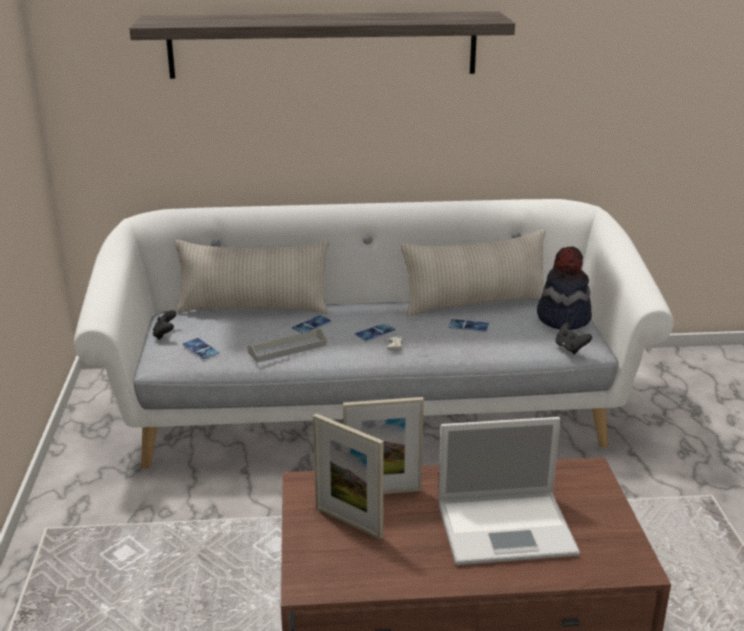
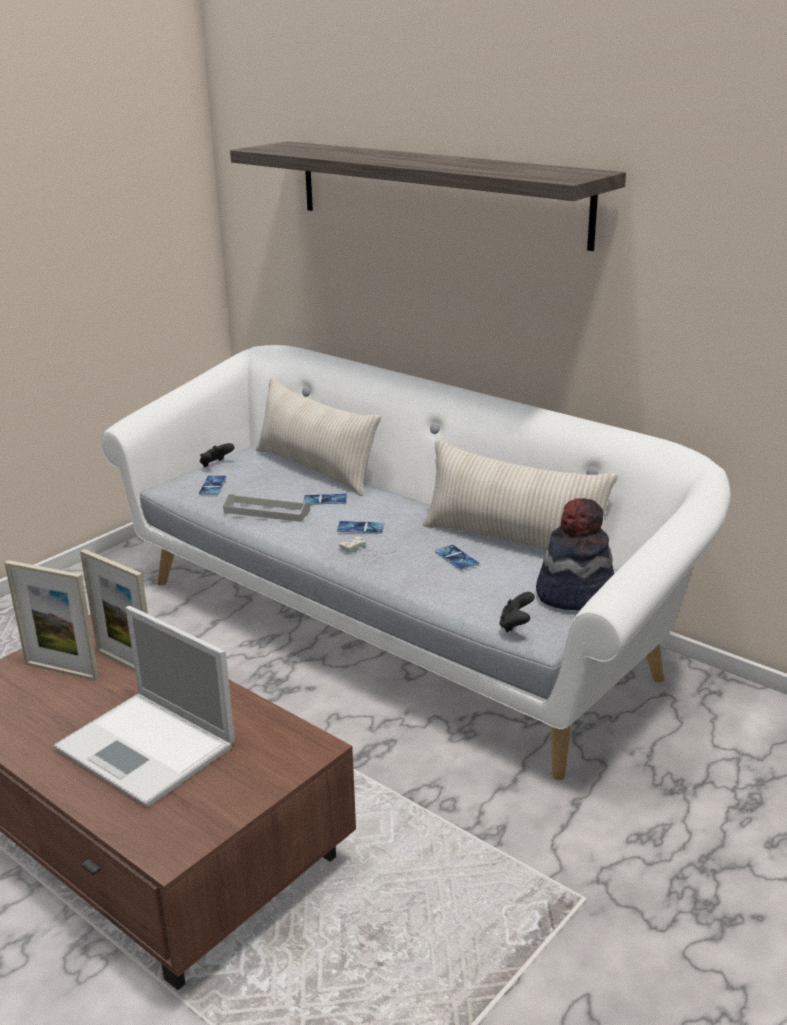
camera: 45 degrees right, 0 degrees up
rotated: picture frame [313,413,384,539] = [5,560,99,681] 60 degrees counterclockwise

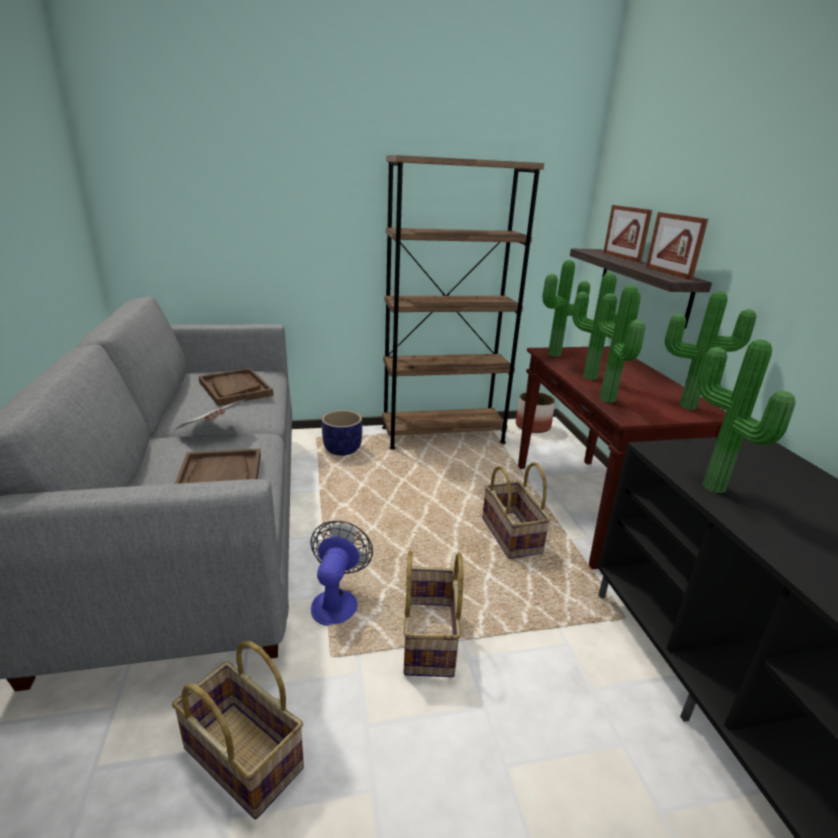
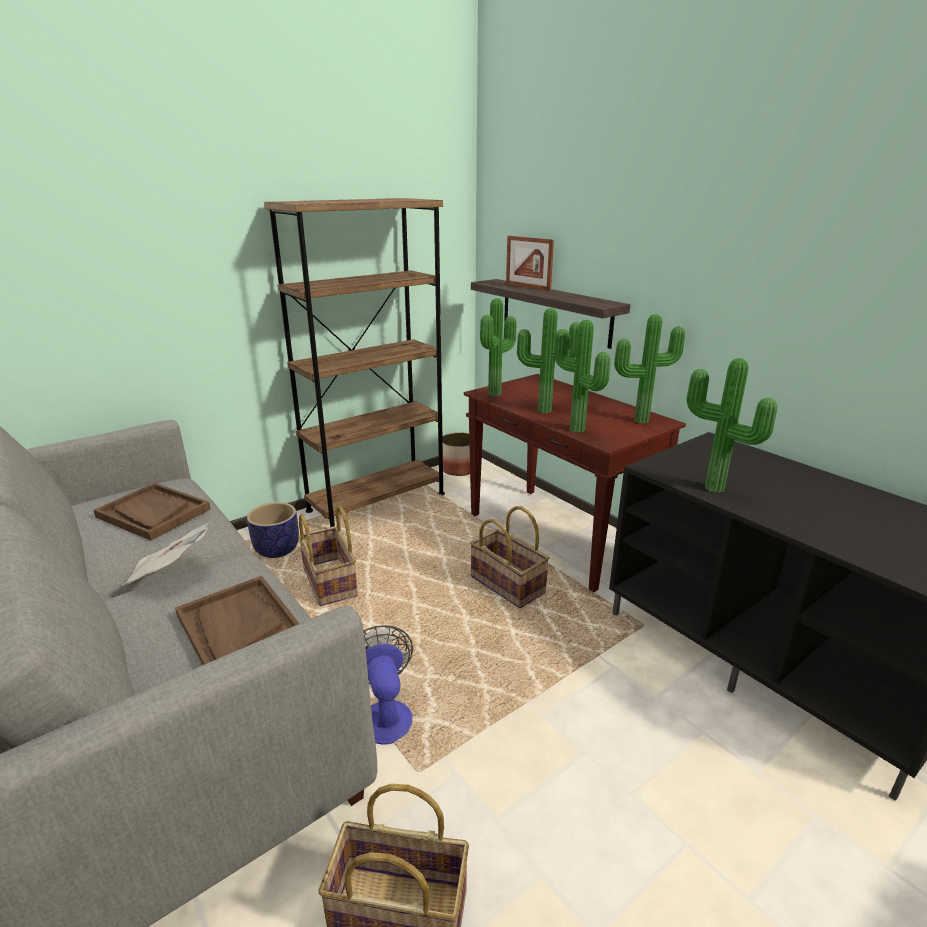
camera: 25 degrees left, 0 degrees up
gone: picture frame [646,212,708,280]
shifted: basket [404,550,463,677] to [298,506,358,606]

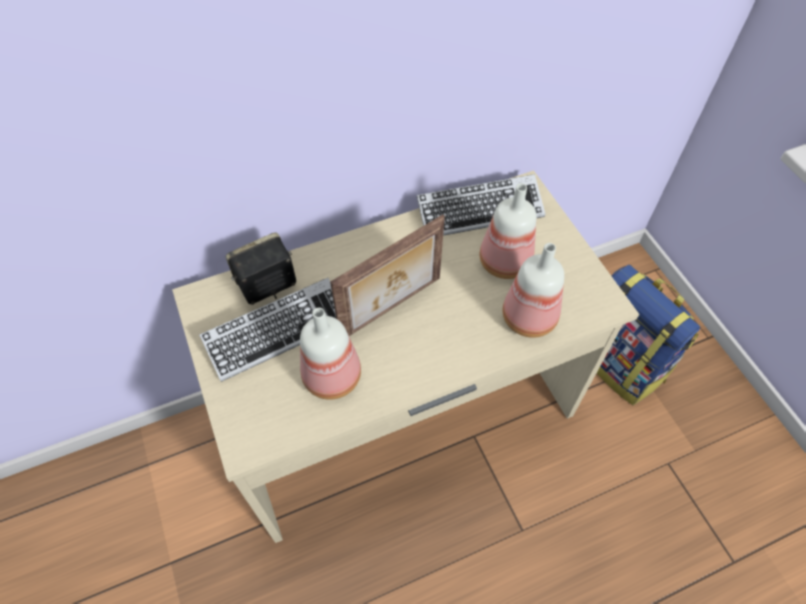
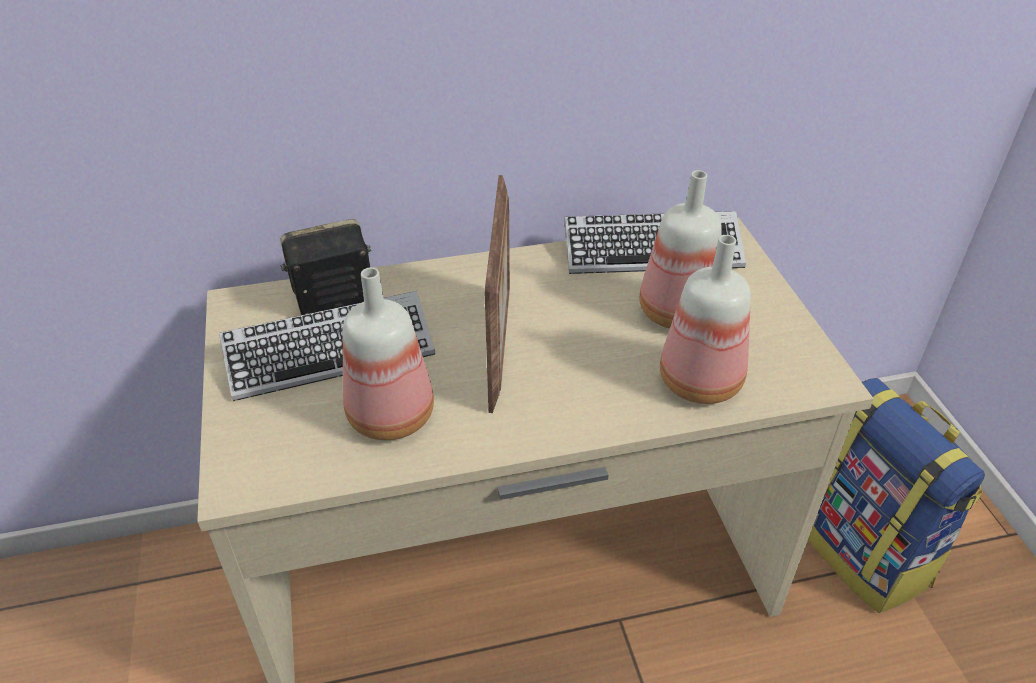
camera: 10 degrees right, 15 degrees down
rotated: picture frame [330,214,445,336] = [484,175,510,413] 60 degrees counterclockwise

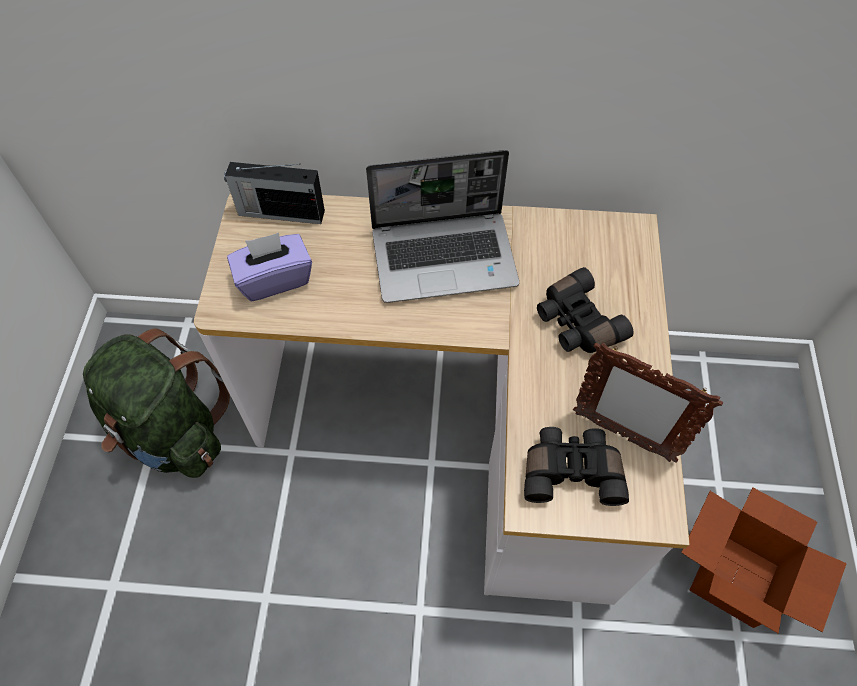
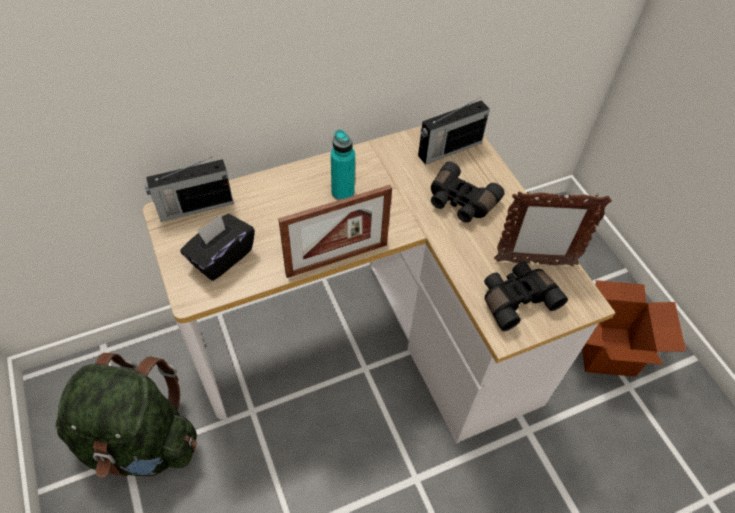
camera: 30 degrees left, 5 degrees down
new: picture frame [278,185,392,278]; radio [418,97,490,165]
swapped: laptop [366,150,519,303] to turquoise bottle [331,129,355,200]
repainted: purple tissue box [227,233,312,301] to black tissue box [180,214,255,281]

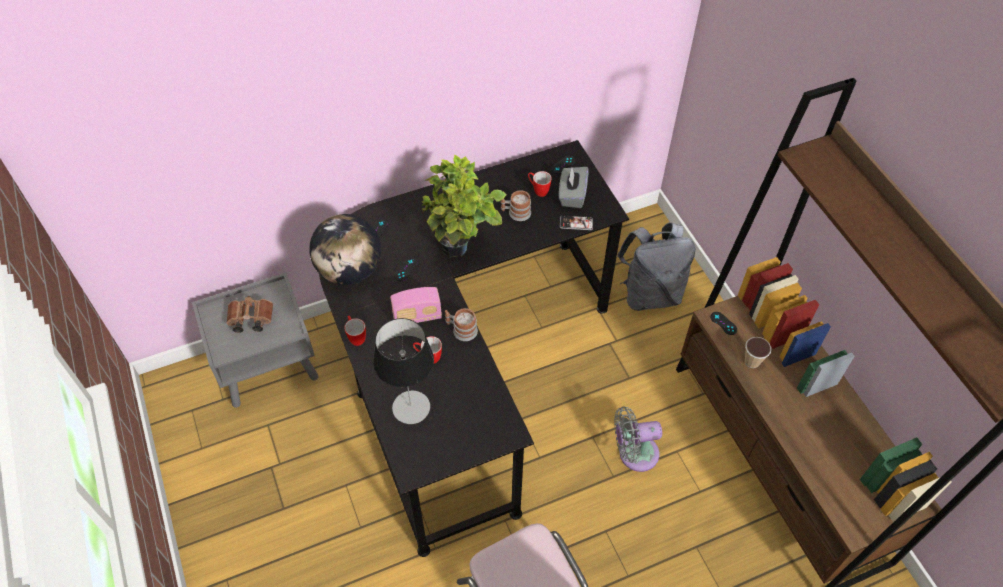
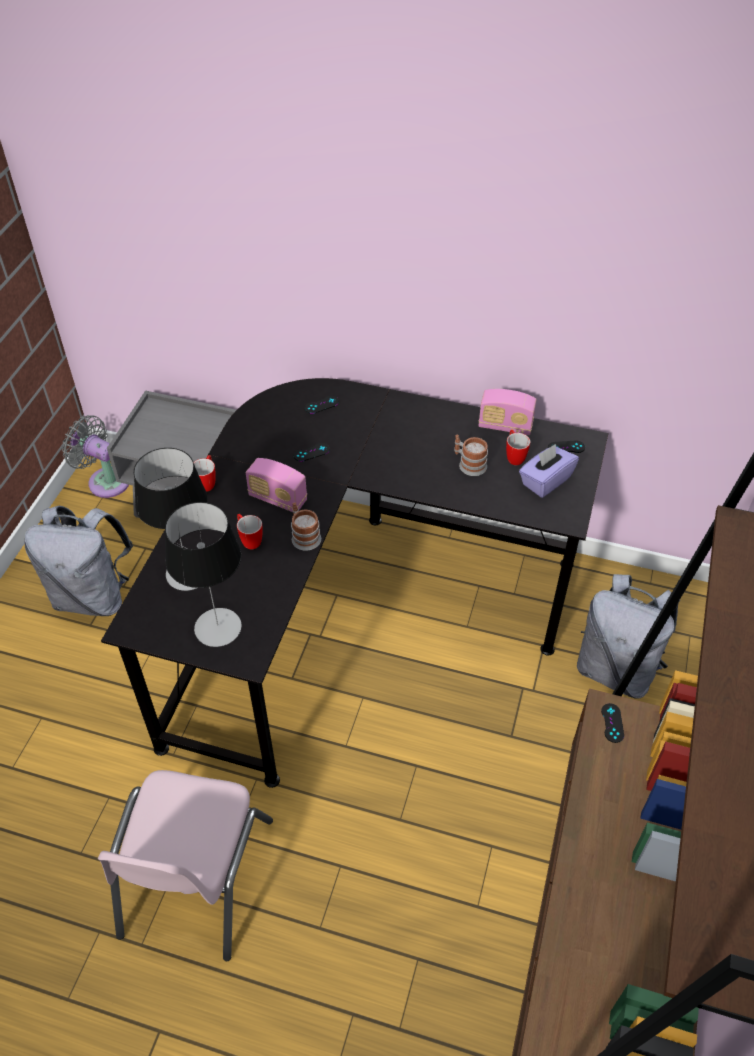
camera: 40 degrees right, 5 degrees down
gone: brown binoculars [227,296,273,333]; globe [309,214,381,285]; potted plant [422,154,507,257]; phone [560,216,593,230]; cup [745,337,771,368]
new: grey backpack [25,506,133,616]; table lamp [165,502,241,647]; radio [479,389,536,435]
shifted: grey fan [614,406,662,472] to [62,415,129,498]
repainted: grey tissue box [559,167,589,208] to purple tissue box [519,444,579,498]

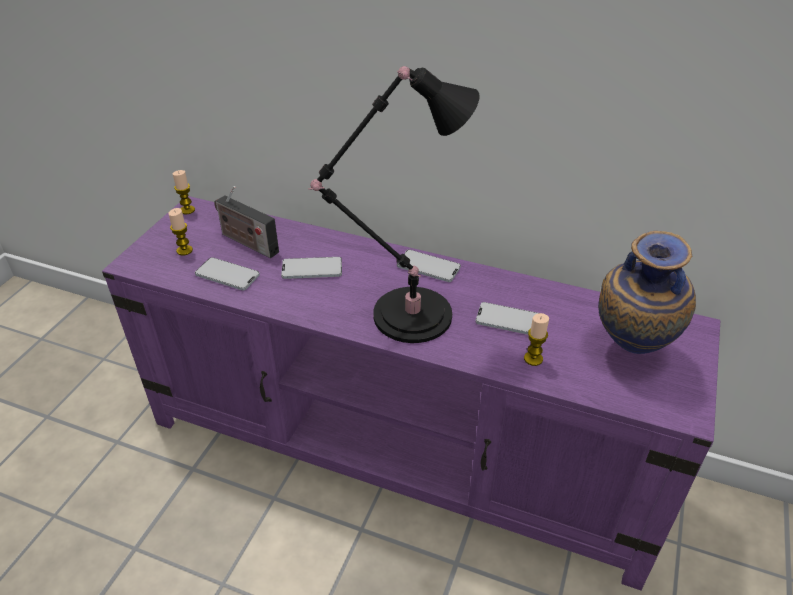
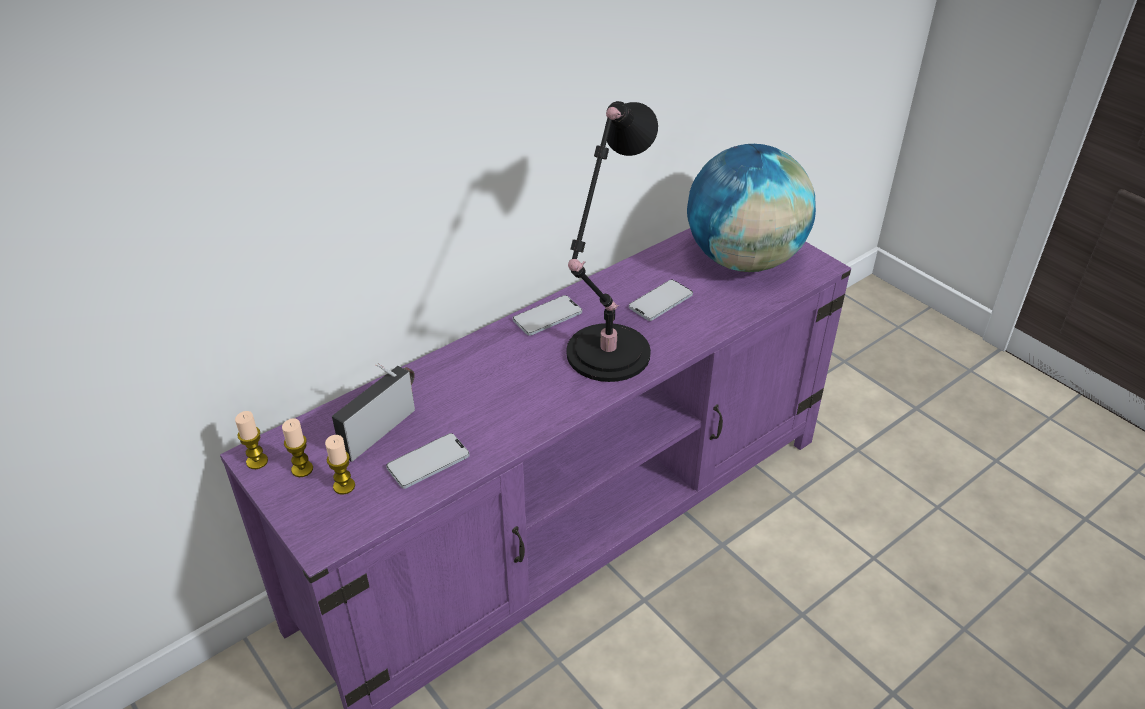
camera: 60 degrees left, 0 degrees up
gone: phone [281,257,342,279]
shifted: candle [524,313,549,366] to [282,418,313,477]
swapped: vase [598,231,696,354] to globe [687,144,816,272]
rotated: radio [214,186,279,258] = [332,363,415,462] 150 degrees clockwise

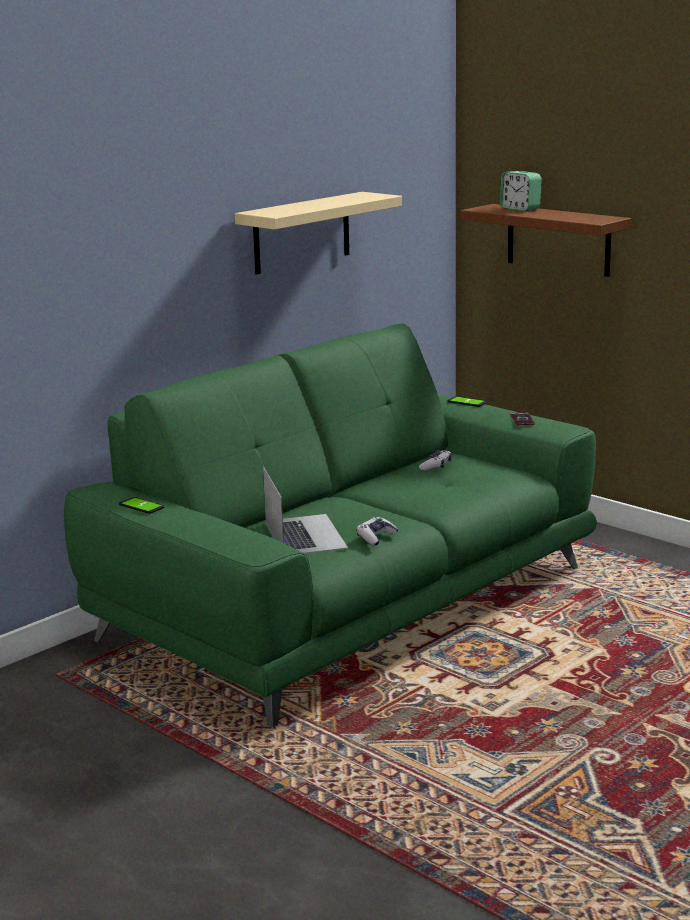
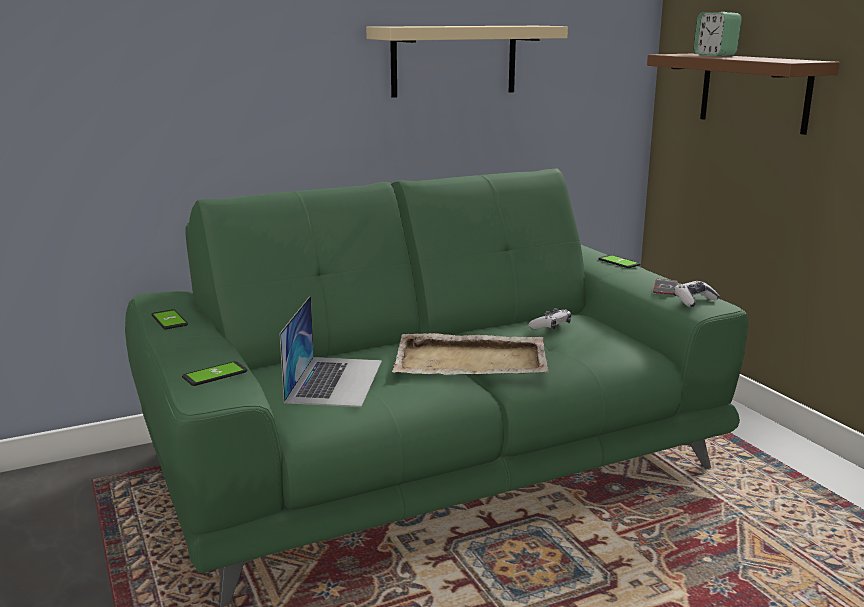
camera: 20 degrees right, 0 degrees up
new: phone [182,361,247,386]; beige tray [392,333,548,375]
shifted: game controller [357,517,398,545] to [674,281,720,307]

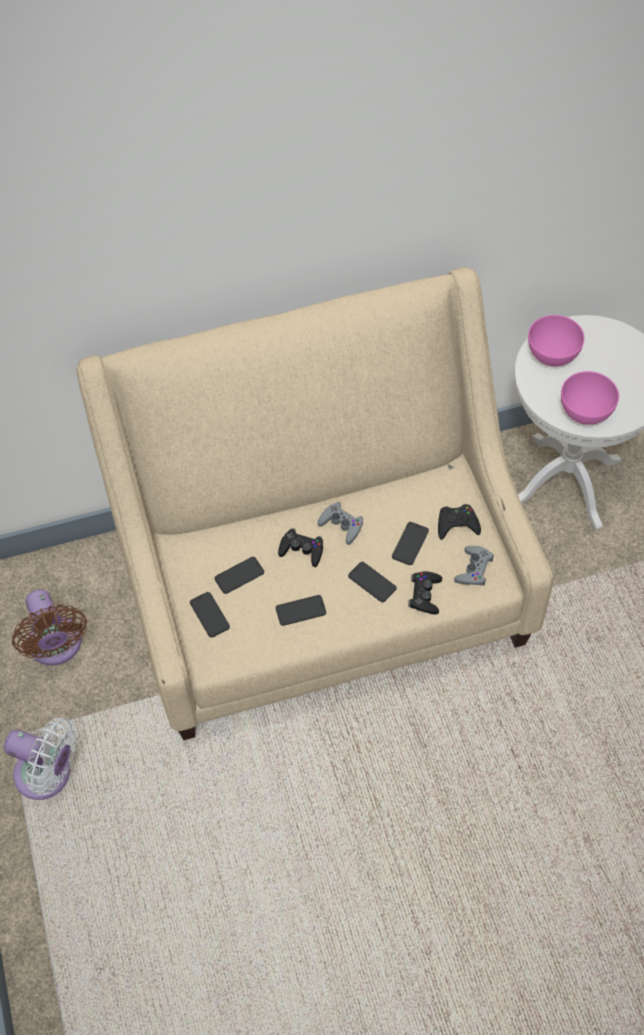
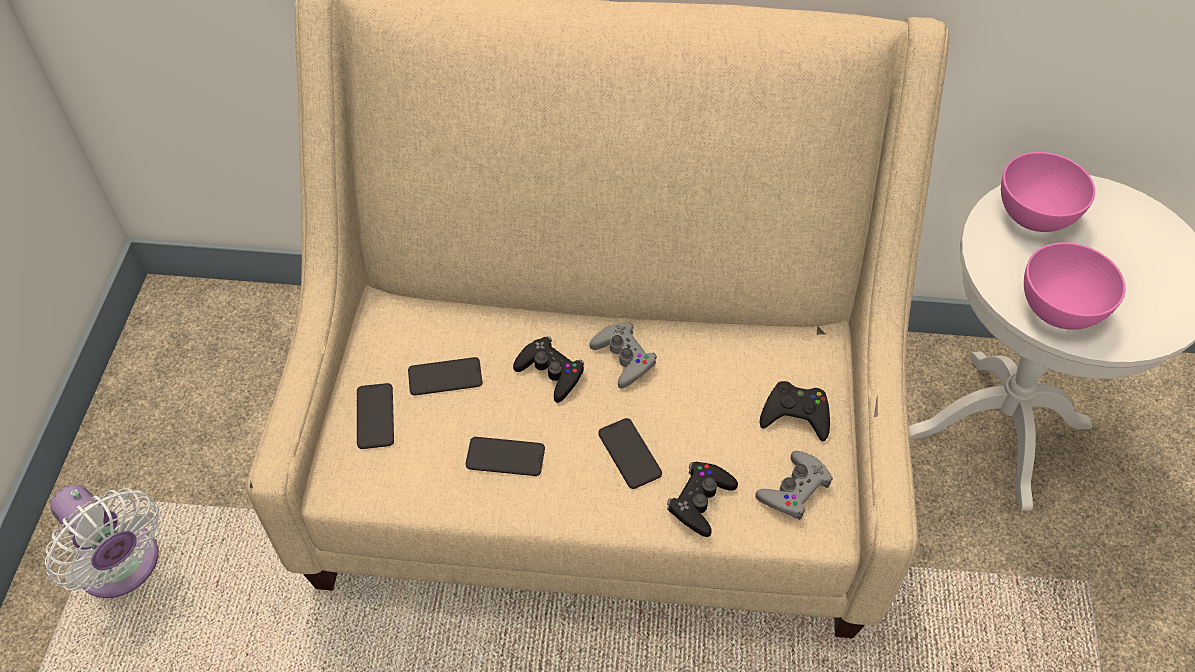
camera: 20 degrees right, 5 degrees down
gone: brown fan [12,589,87,665]; phone [392,522,429,565]

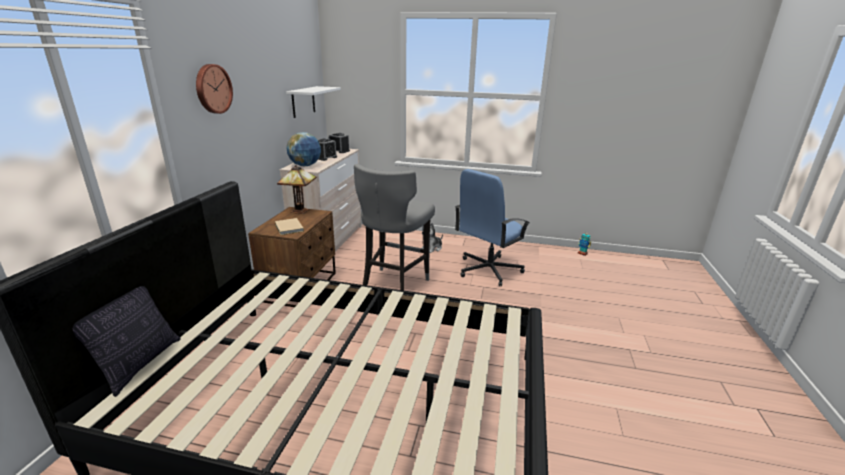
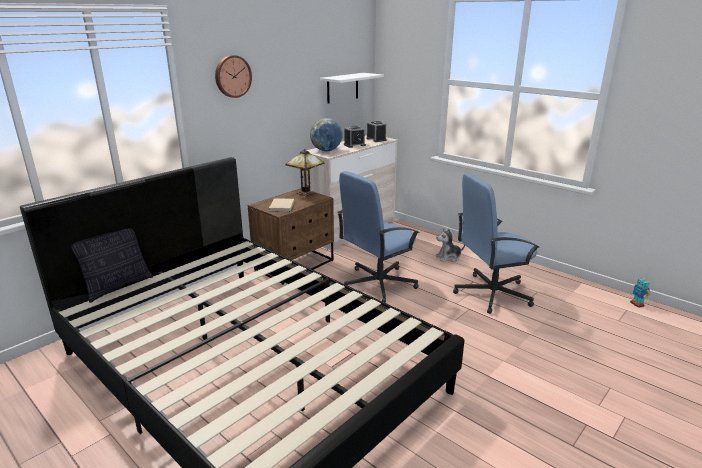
camera: 30 degrees right, 0 degrees up
swapped: grey stool [354,164,435,291] to blue office chair [337,171,420,303]

